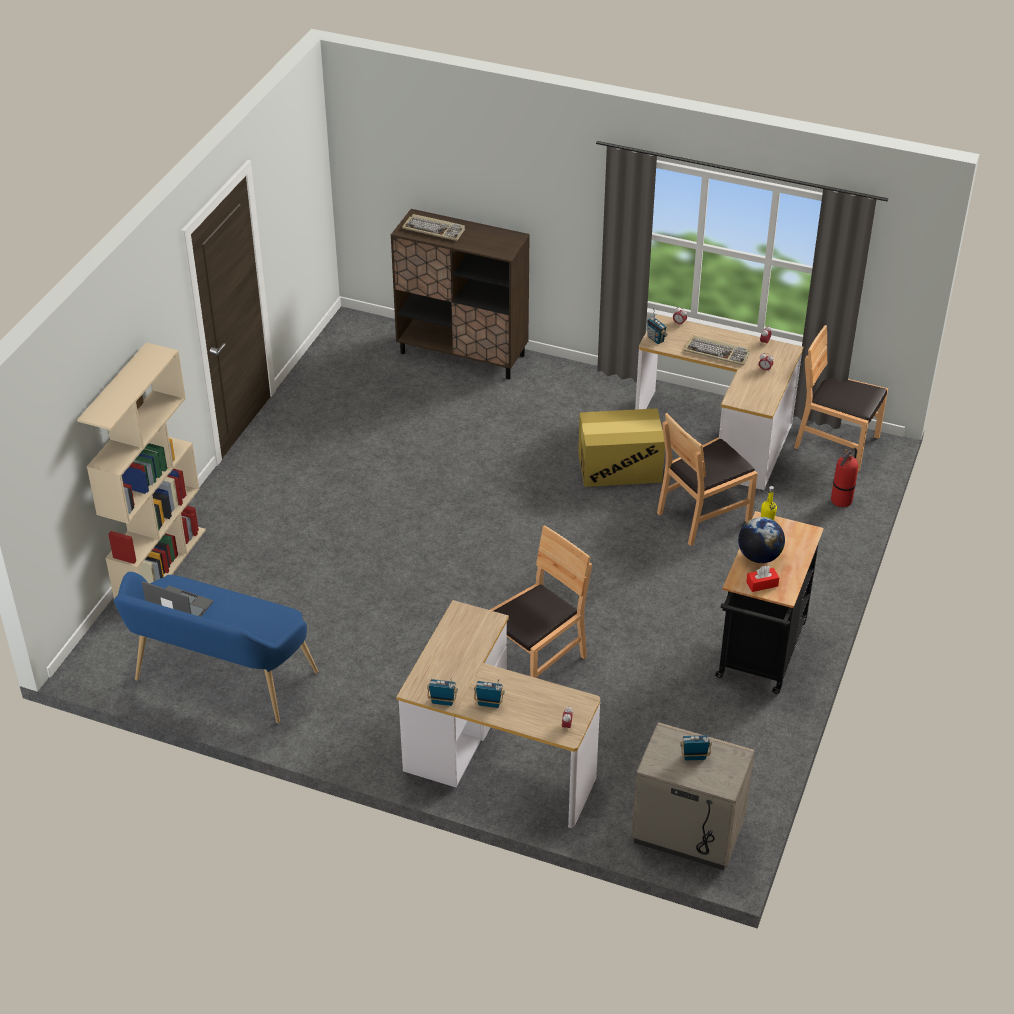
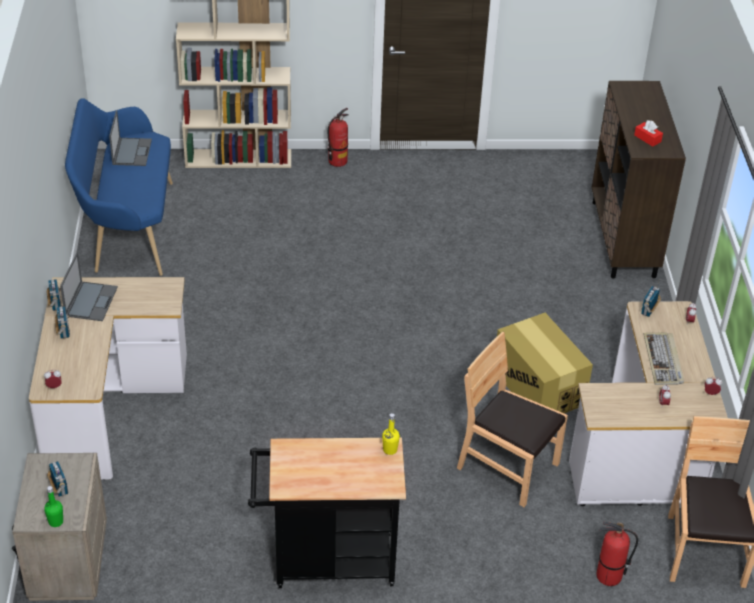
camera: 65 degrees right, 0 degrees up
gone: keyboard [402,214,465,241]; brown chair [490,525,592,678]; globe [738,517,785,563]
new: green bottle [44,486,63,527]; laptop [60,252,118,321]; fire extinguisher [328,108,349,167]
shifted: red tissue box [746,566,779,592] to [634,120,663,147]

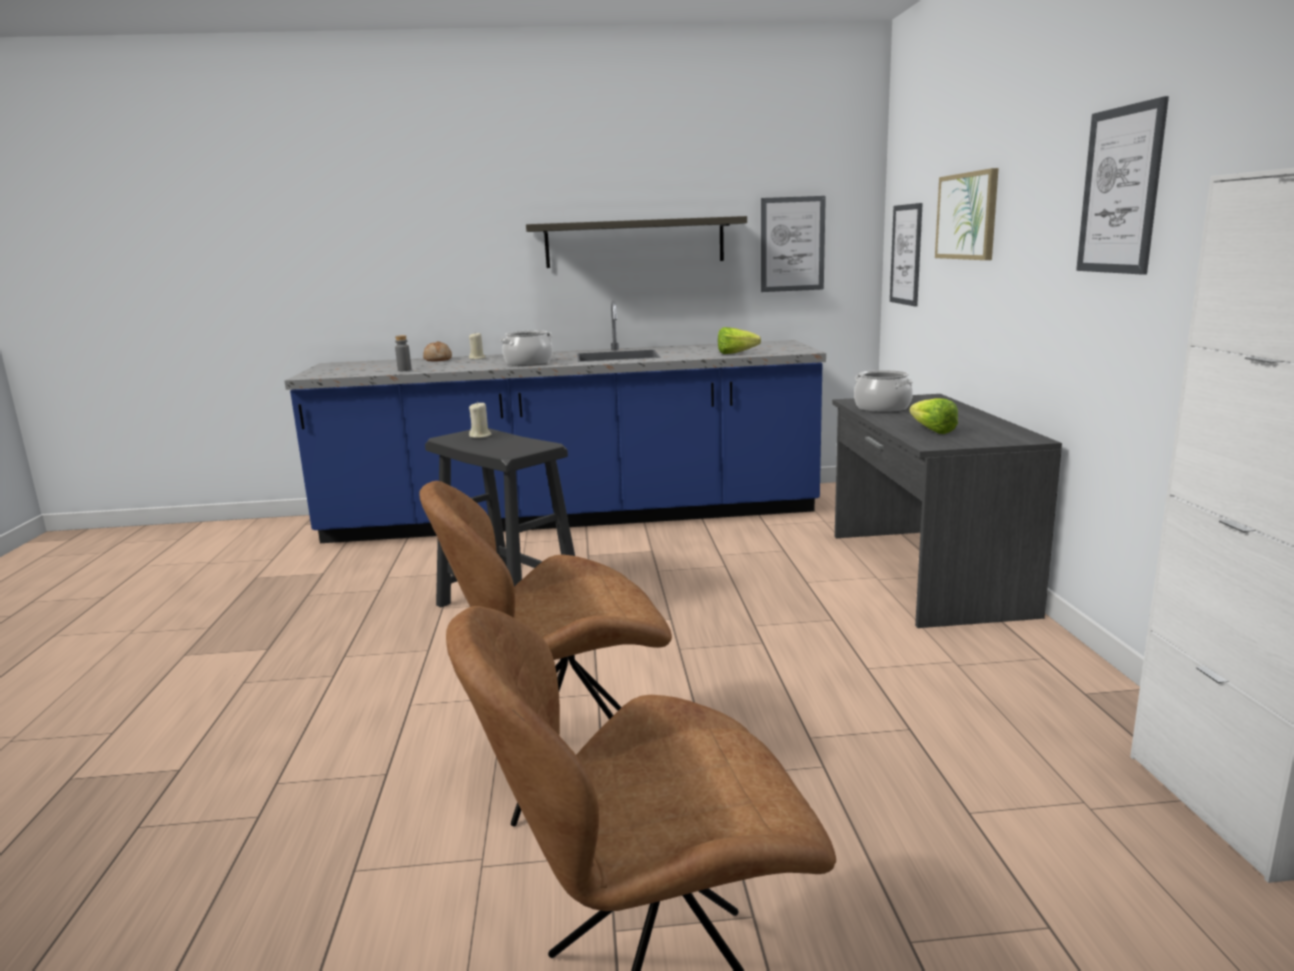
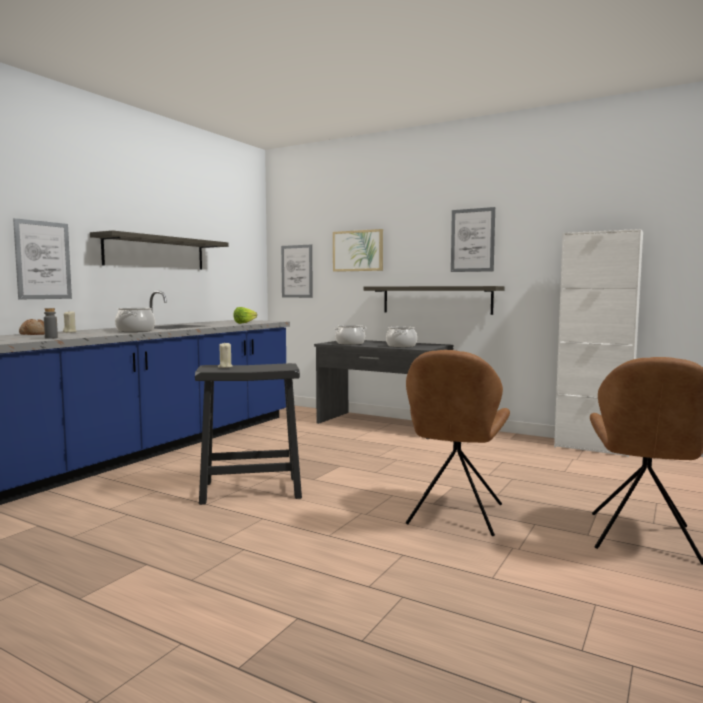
camera: 55 degrees left, 10 degrees down
new: shelf [364,286,504,315]
shifted: picture [761,196,826,292] to [13,218,72,299]
swapped: lettuce [909,398,958,434] to cooking pot [386,327,417,348]

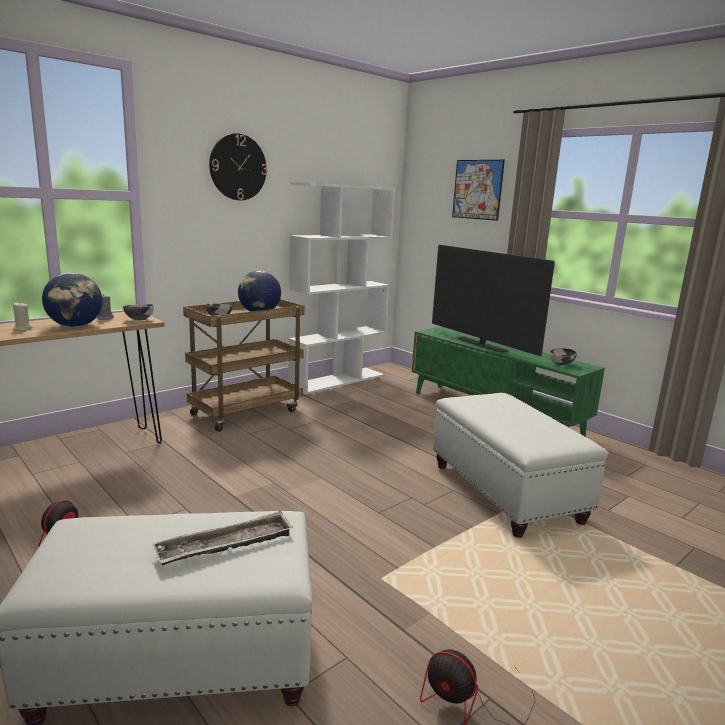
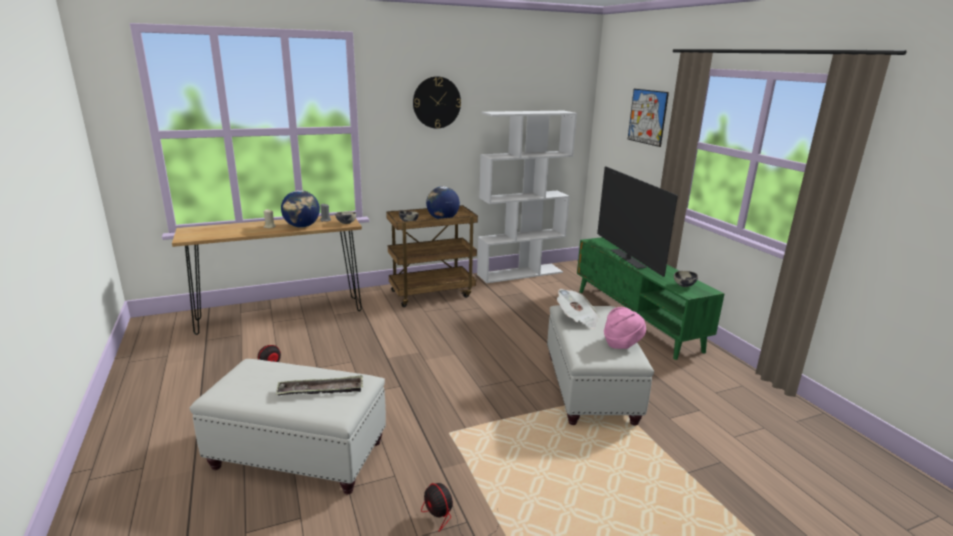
camera: 20 degrees right, 5 degrees up
new: newspaper [557,289,600,329]; pink hat [604,307,646,349]

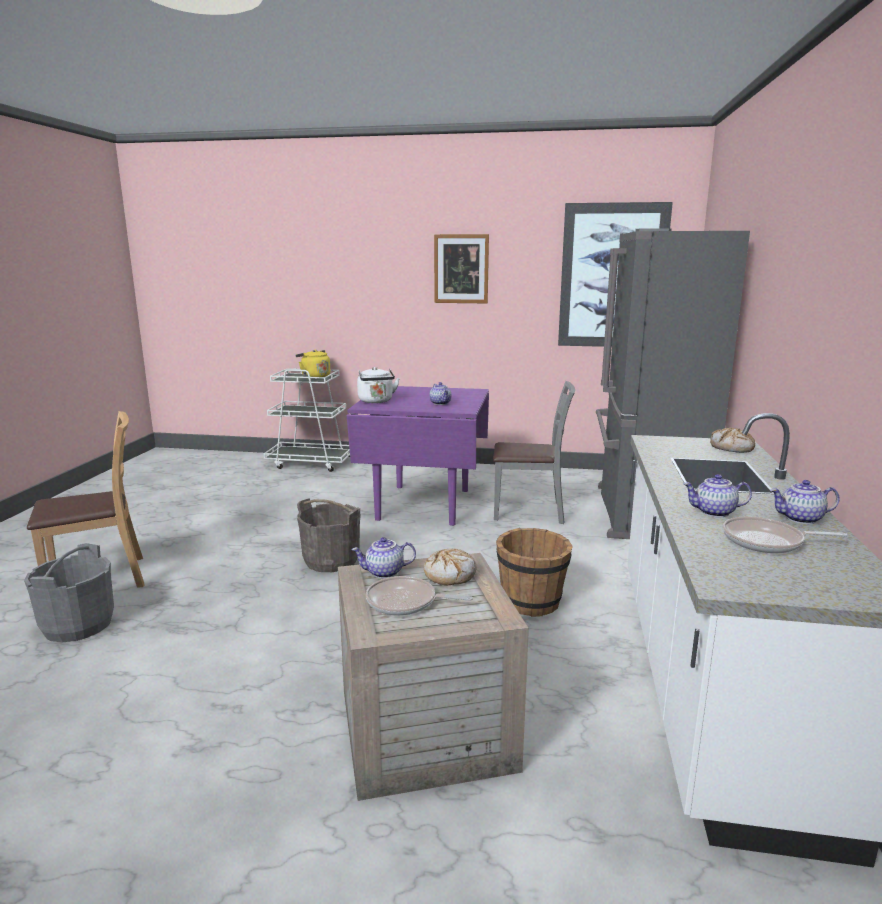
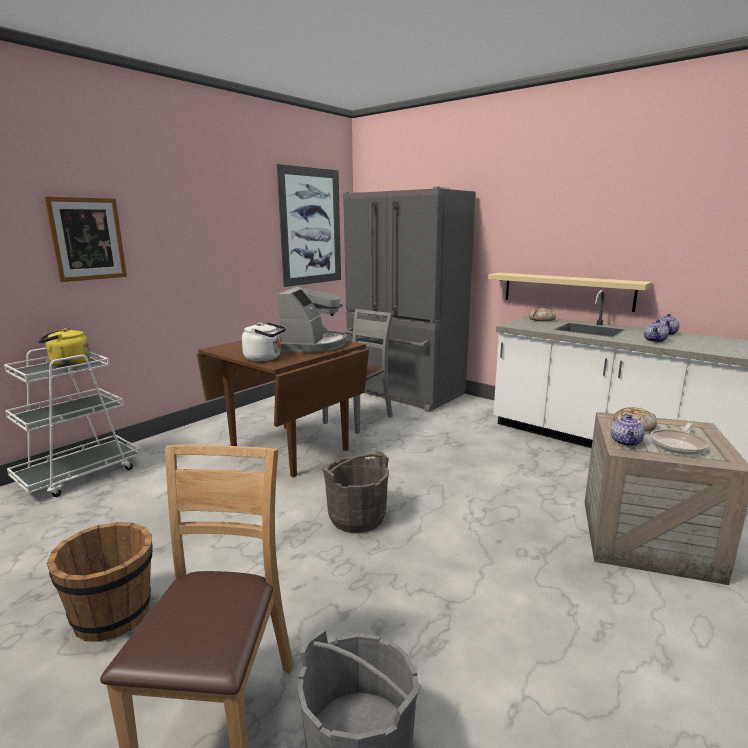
camera: 60 degrees left, 0 degrees up
gone: frying pan [723,517,848,553]
new: beige shelf [488,273,652,312]
shifted: picture [434,234,489,303] to [44,196,127,282]; brown bucket [496,528,573,617] to [46,522,153,642]
swapped: teapot [430,382,451,405] to coffee machine [278,287,346,353]
repainted: purple dining table [347,386,489,526] to brown dining table [197,334,369,477]

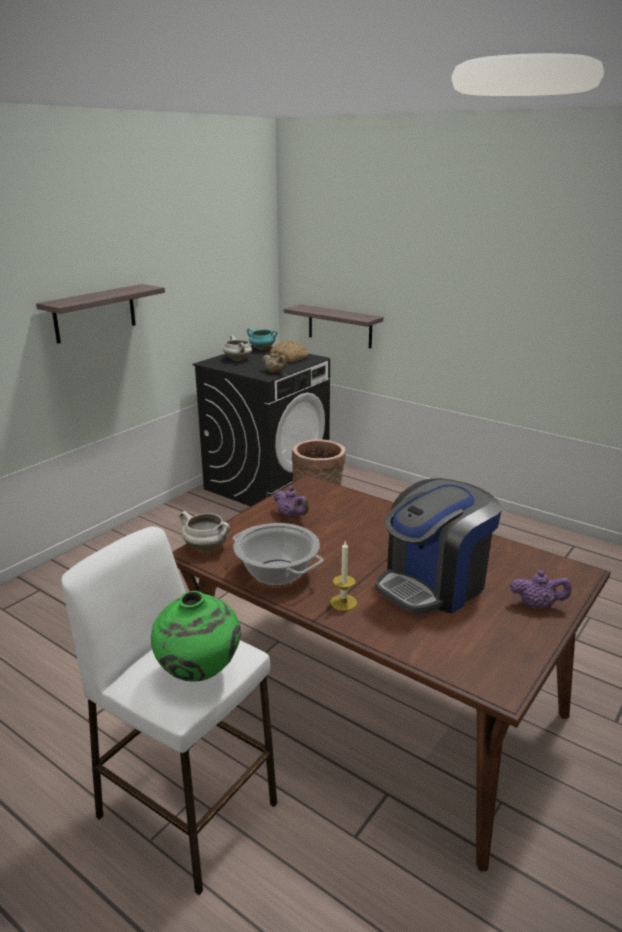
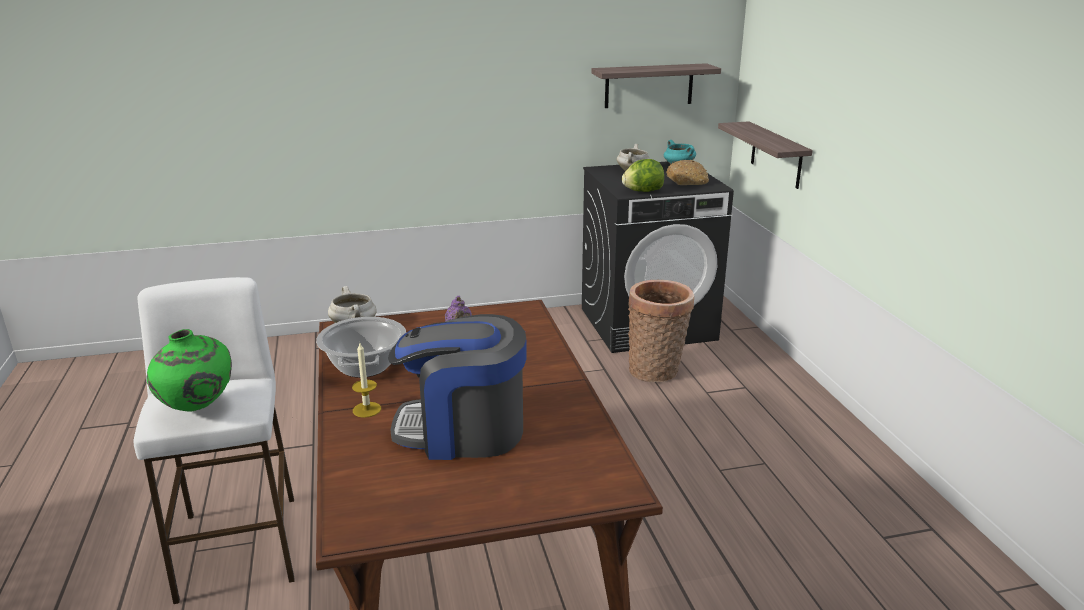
camera: 40 degrees right, 0 degrees up
gone: purple teapot [510,570,572,608]
shifted: shelf [36,284,165,344] to [591,63,721,108]
swapped: beige teapot [262,350,287,373] to lettuce [622,159,664,192]

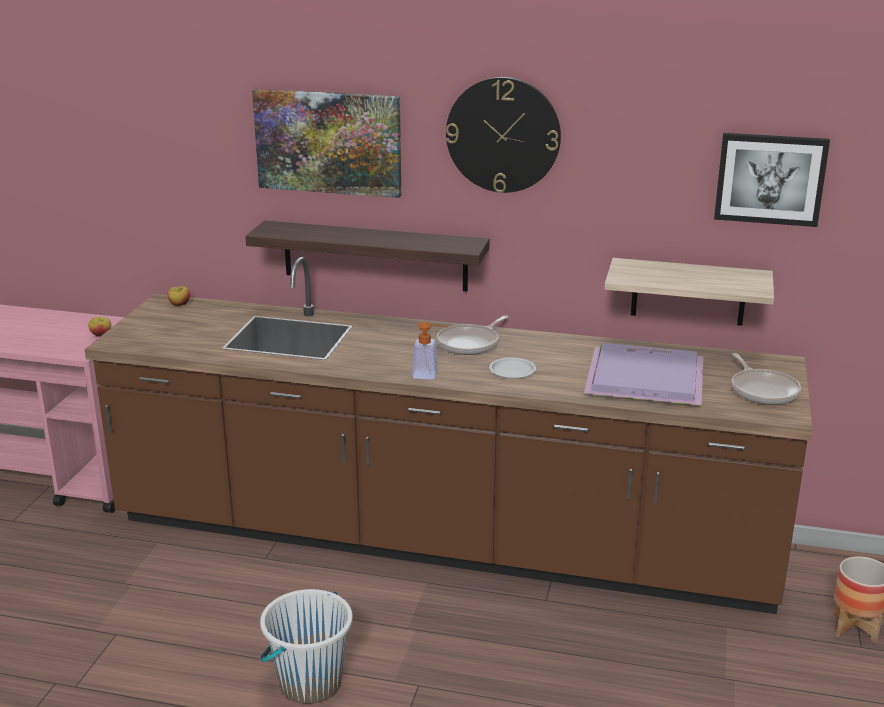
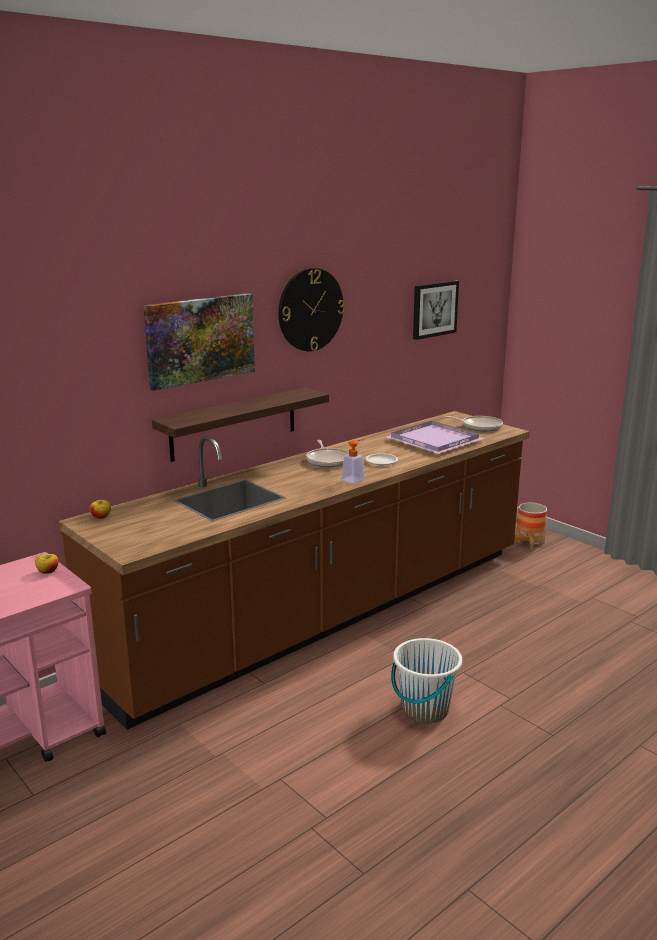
camera: 55 degrees left, 5 degrees down
gone: shelf [604,258,774,326]

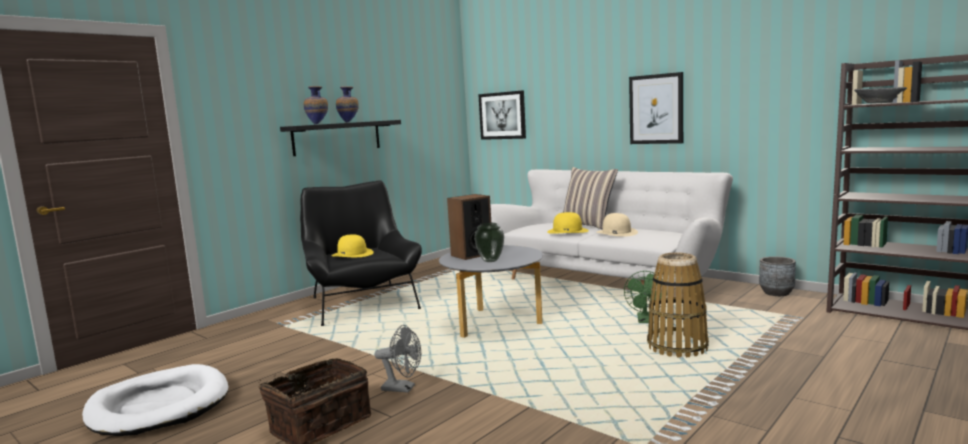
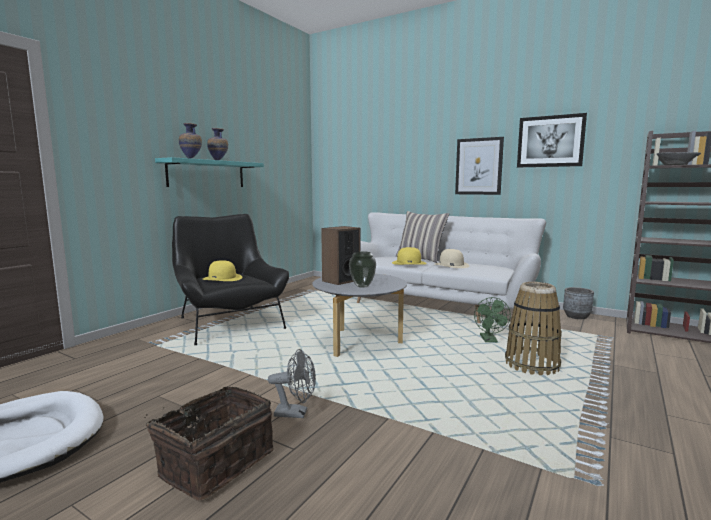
camera: 10 degrees left, 0 degrees up
shifted: picture [478,91,526,140] to [517,113,587,168]
repainted: black shelf [280,120,401,156] to turquoise shelf [155,157,264,187]

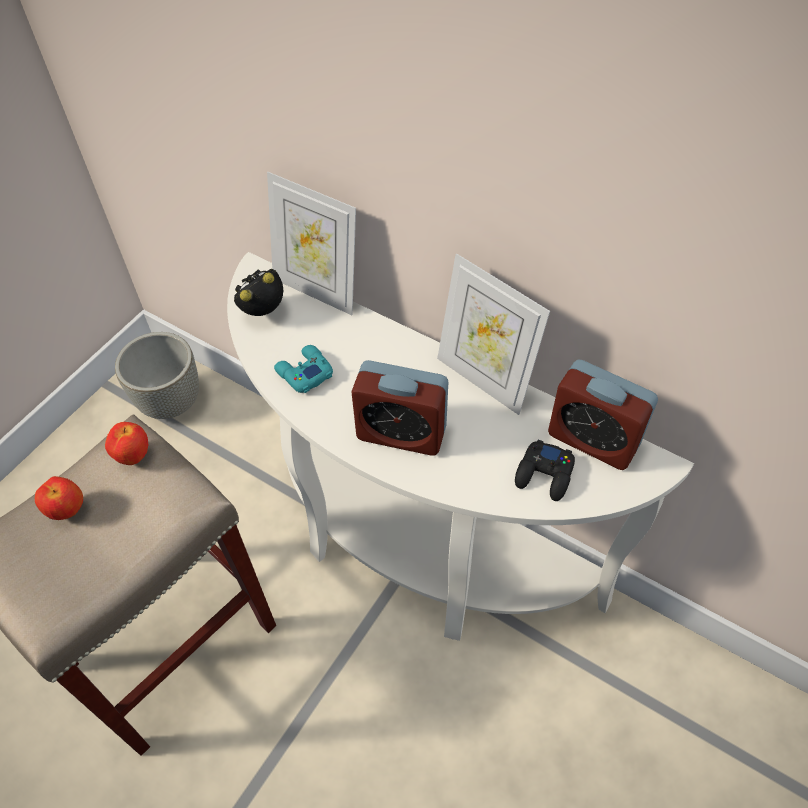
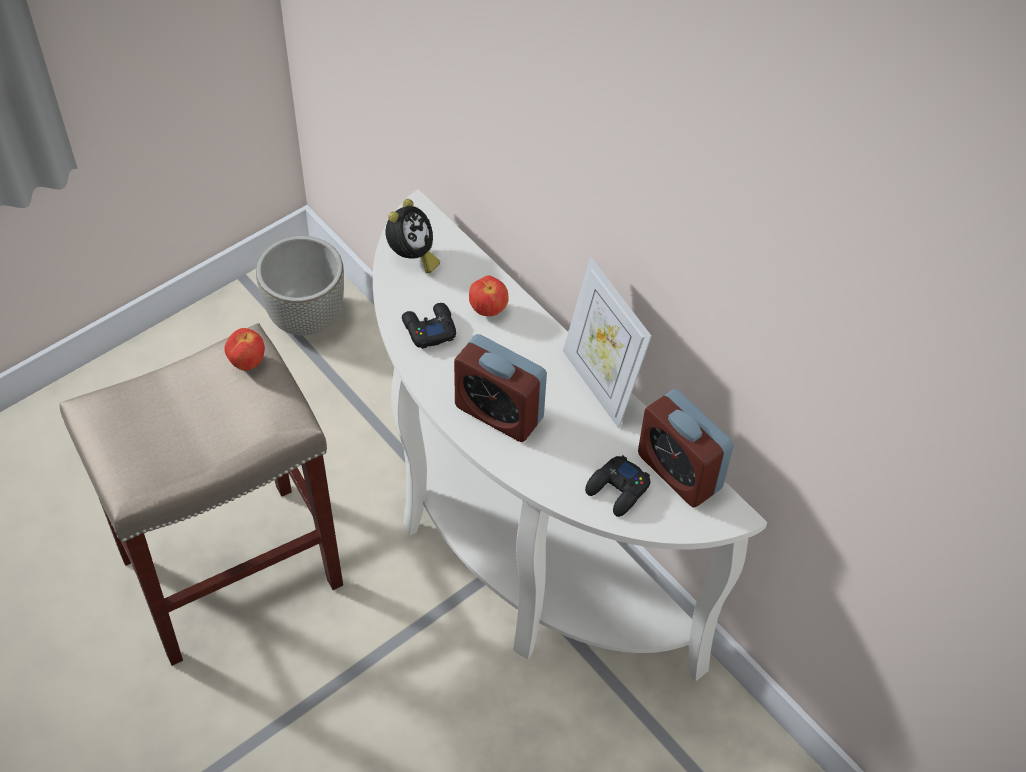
camera: 15 degrees right, 0 degrees up
gone: picture frame [267,172,356,315]
shifted: apple [35,476,83,520] to [469,275,509,316]
repainted: turquoise game controller [274,345,333,393] to black game controller [402,303,456,349]
rotated: alarm clock [234,269,283,316] = [386,199,440,273] 135 degrees clockwise

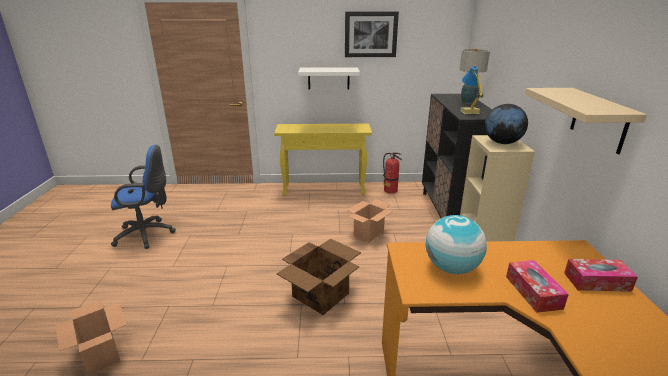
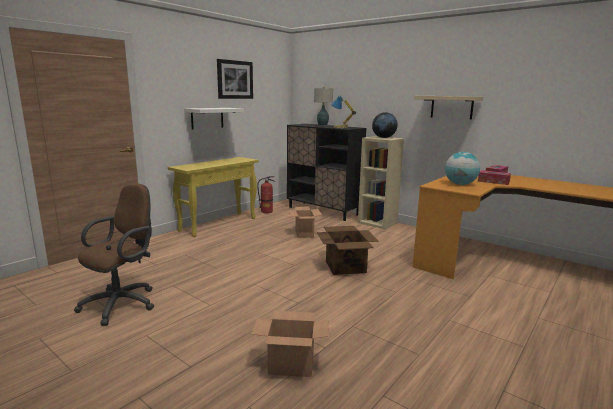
camera: 50 degrees left, 10 degrees down
repainted: blue office chair [111,145,176,249] to brown office chair [74,184,154,326]

